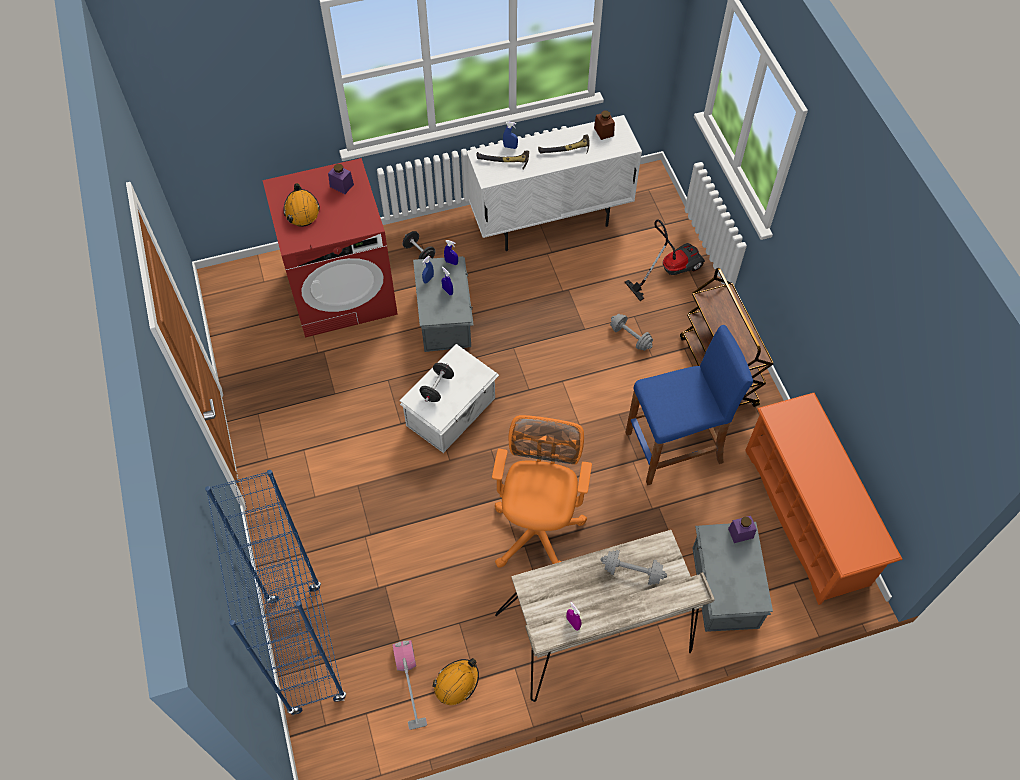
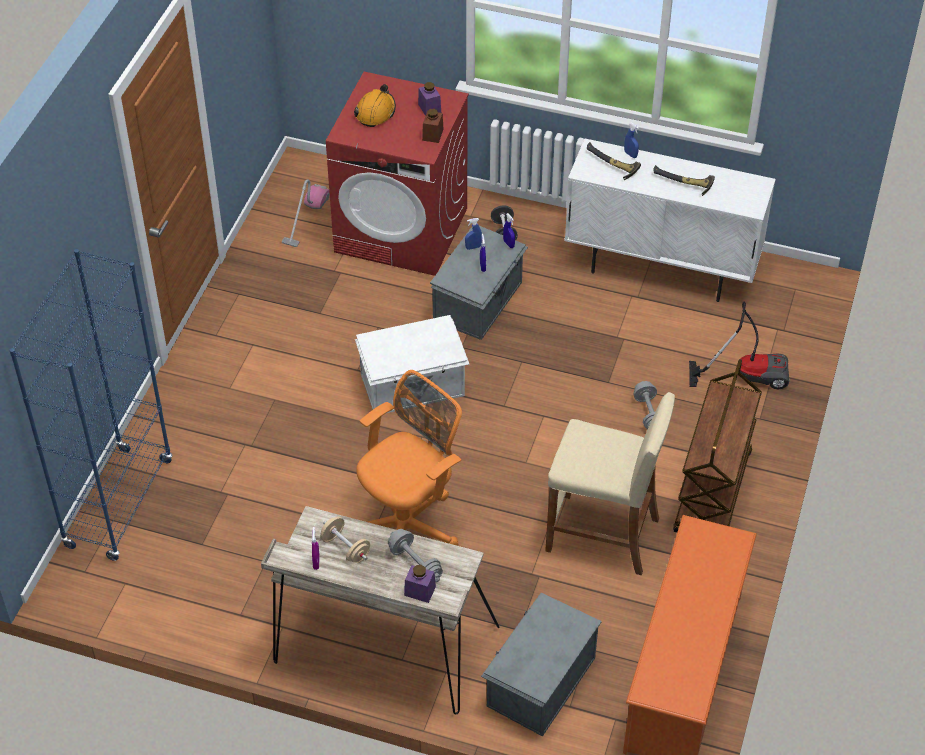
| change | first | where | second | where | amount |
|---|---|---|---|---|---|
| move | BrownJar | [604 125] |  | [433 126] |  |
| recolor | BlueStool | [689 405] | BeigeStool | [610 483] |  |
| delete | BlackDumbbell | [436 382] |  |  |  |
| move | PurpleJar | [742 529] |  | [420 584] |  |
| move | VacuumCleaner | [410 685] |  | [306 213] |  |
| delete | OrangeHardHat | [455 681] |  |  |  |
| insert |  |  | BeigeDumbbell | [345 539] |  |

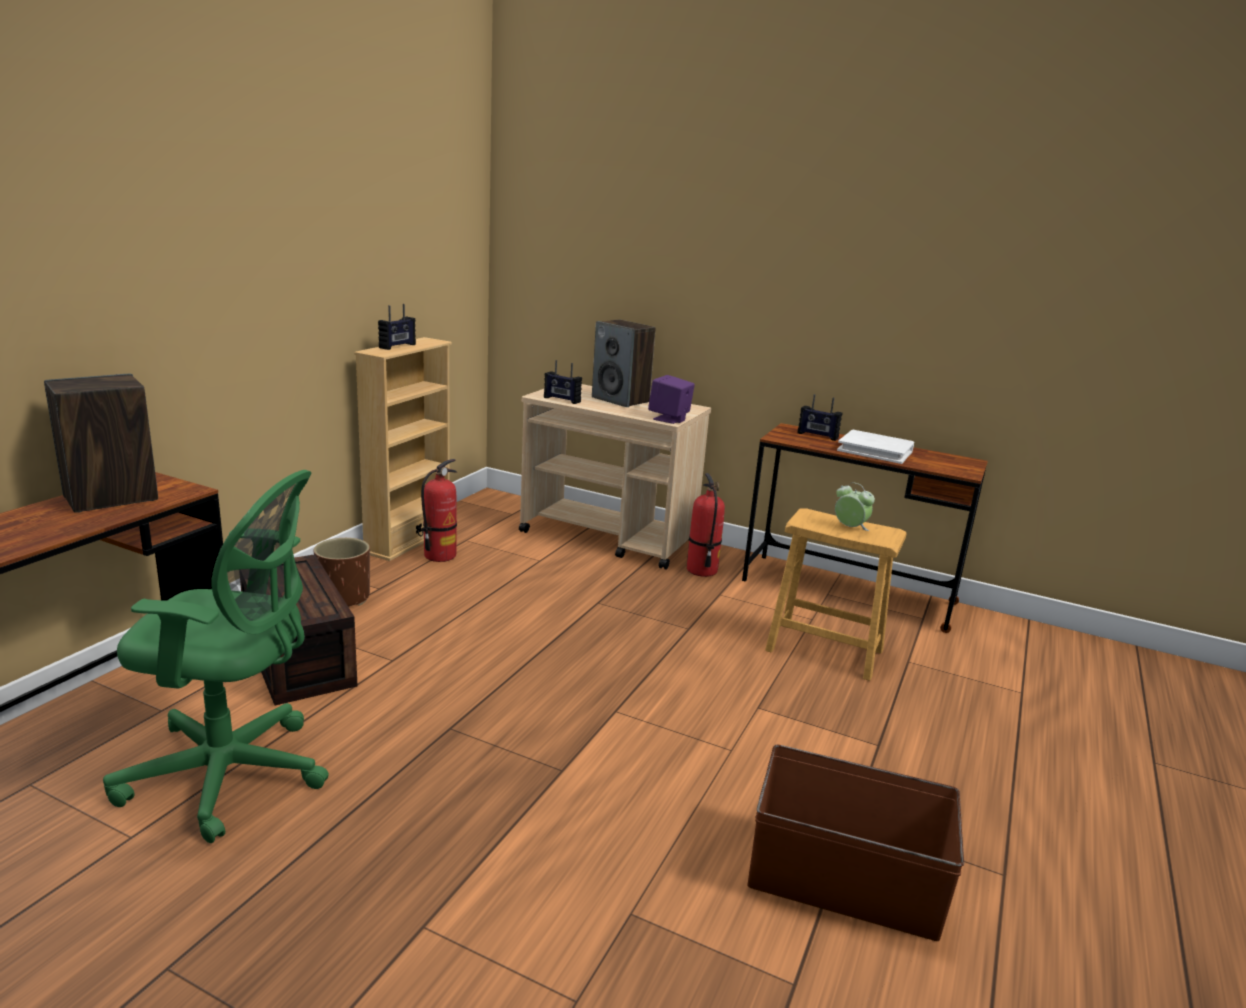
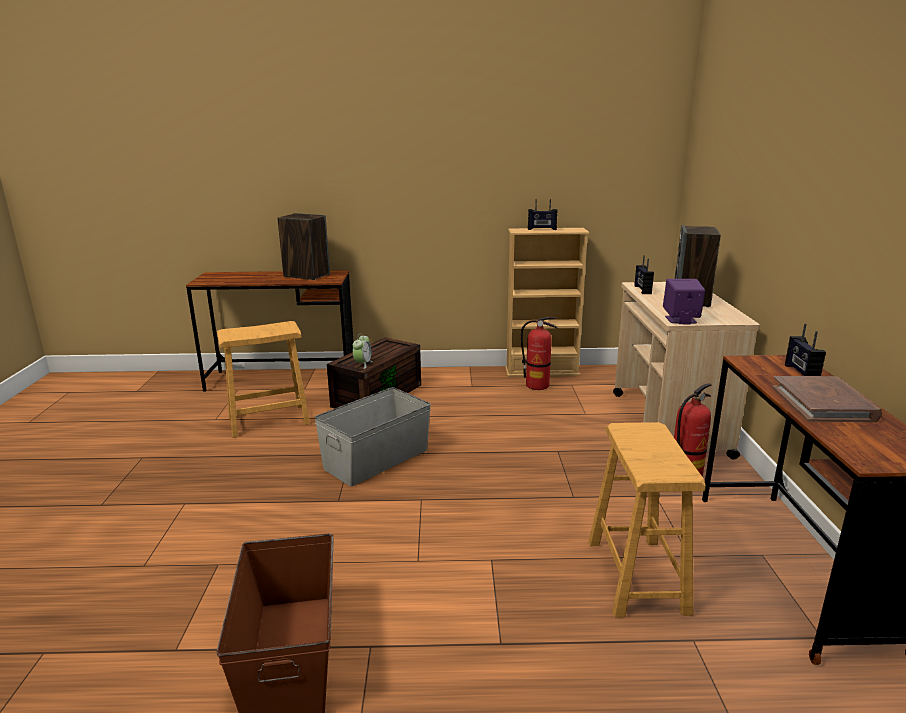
| change | first | where | second | where | amount |
|---|---|---|---|---|---|
| recolor | WhiteBook | [875 447] | BrownBook | [827 399] |  |
| replace | GreenOfficeChair | [216 656] | BrownStool | [263 379] |  |
| move | AlarmClock | [855 506] |  | [362 351] |  |
| delete | BrownPlanter | [342 572] |  |  |  |
| insert |  |  | GreyStorageBox | [372 436] |  |

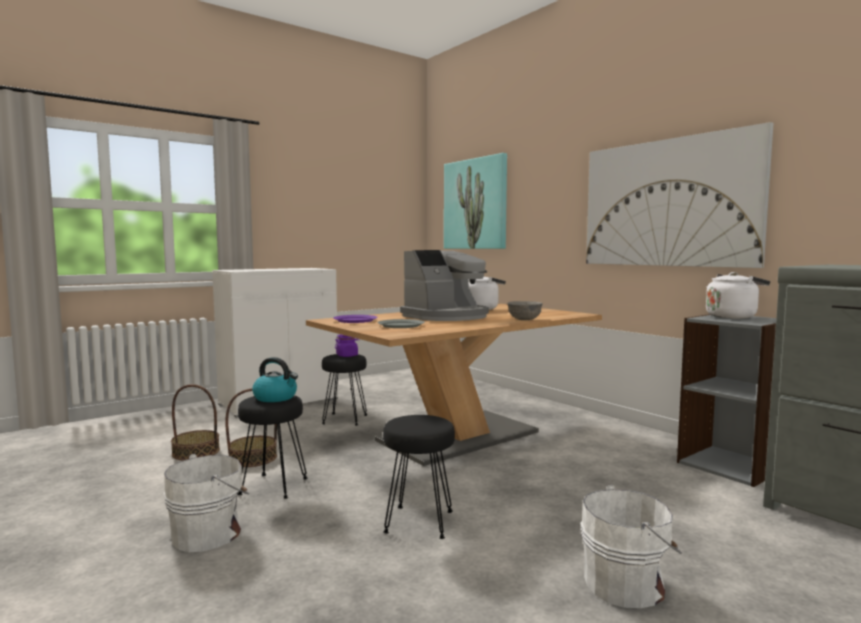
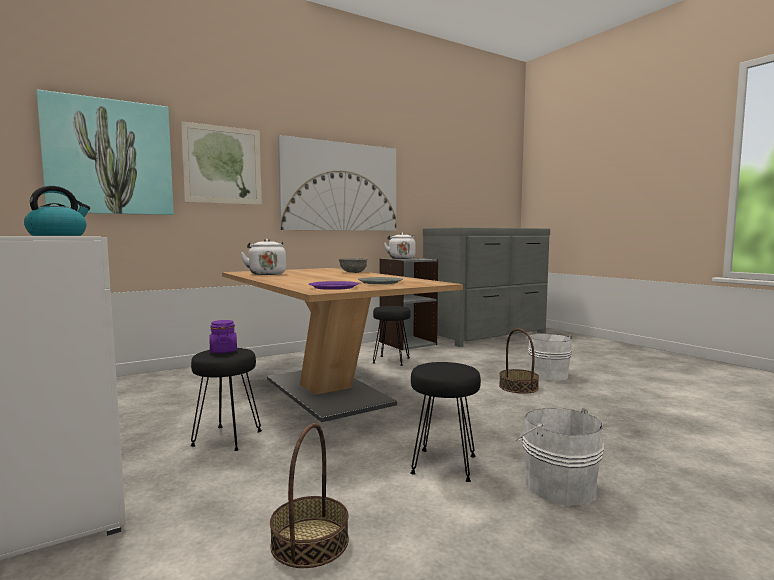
| change | first | where | second | where | amount |
|---|---|---|---|---|---|
| delete | CoffeeMachine | [444 285] |  |  |  |
| move | Kettle | [275 379] |  | [57 211] |  |
| move | Basket | [251 427] |  | [519 361] |  |
| move | BlackStool | [419 477] |  | [392 336] |  |
| insert |  |  | Picture | [221 163] |  |

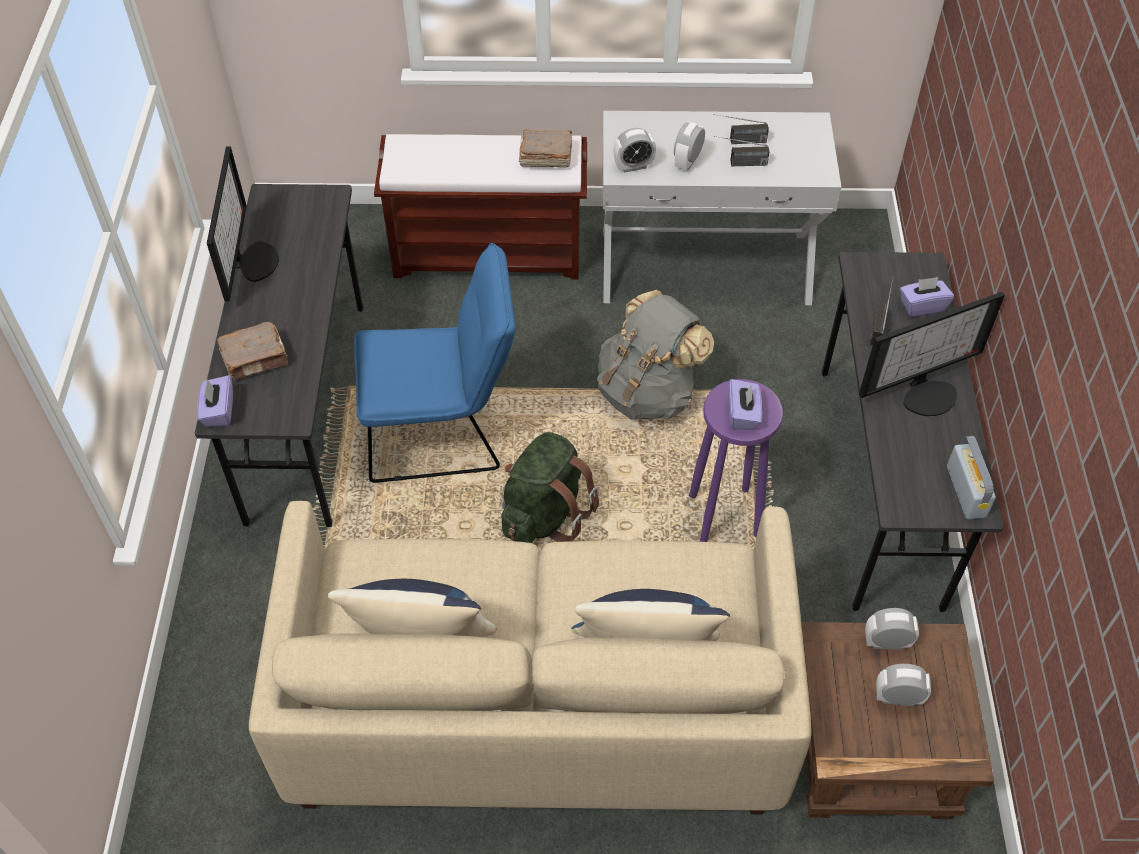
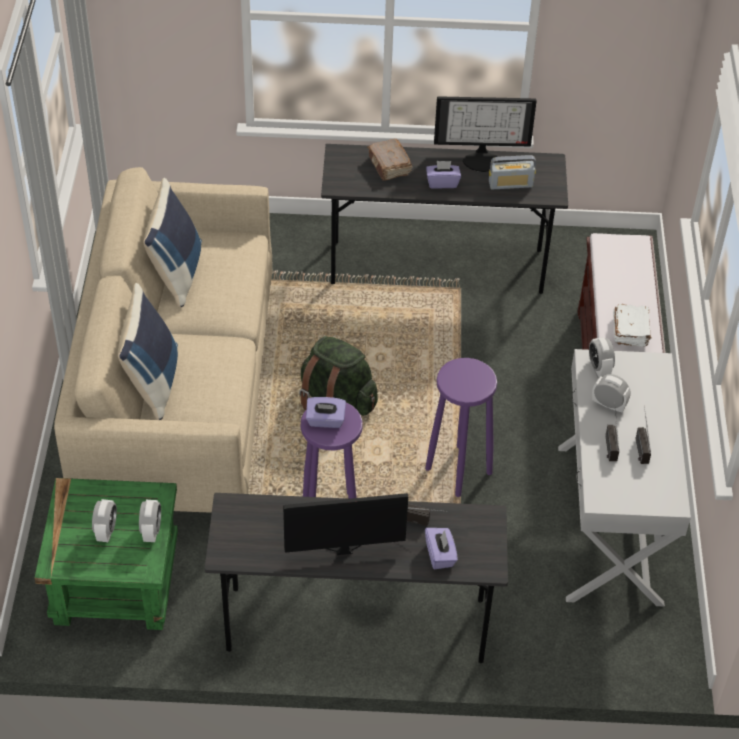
| change | first | where | second | where | amount |
|---|---|---|---|---|---|
| recolor | BrownBook | [545 148] | WhiteBook | [632 325] |  |
| delete | BlueChair | [435 363] |  |  |  |
| replace | GreyBackpack | [655 355] | PurpleStool | [461 427] |  |
| rotate | Monitor | [932 354] |  | [345 524] | 105 degrees clockwise |
| move | PurpleTissueBox | [215 401] |  | [443 175] |  |
| move | Radio | [971 477] |  | [512 172] |  |
| recolor | BrownSideTable | [897 720] | GreenSideTable | [106 554] |  |

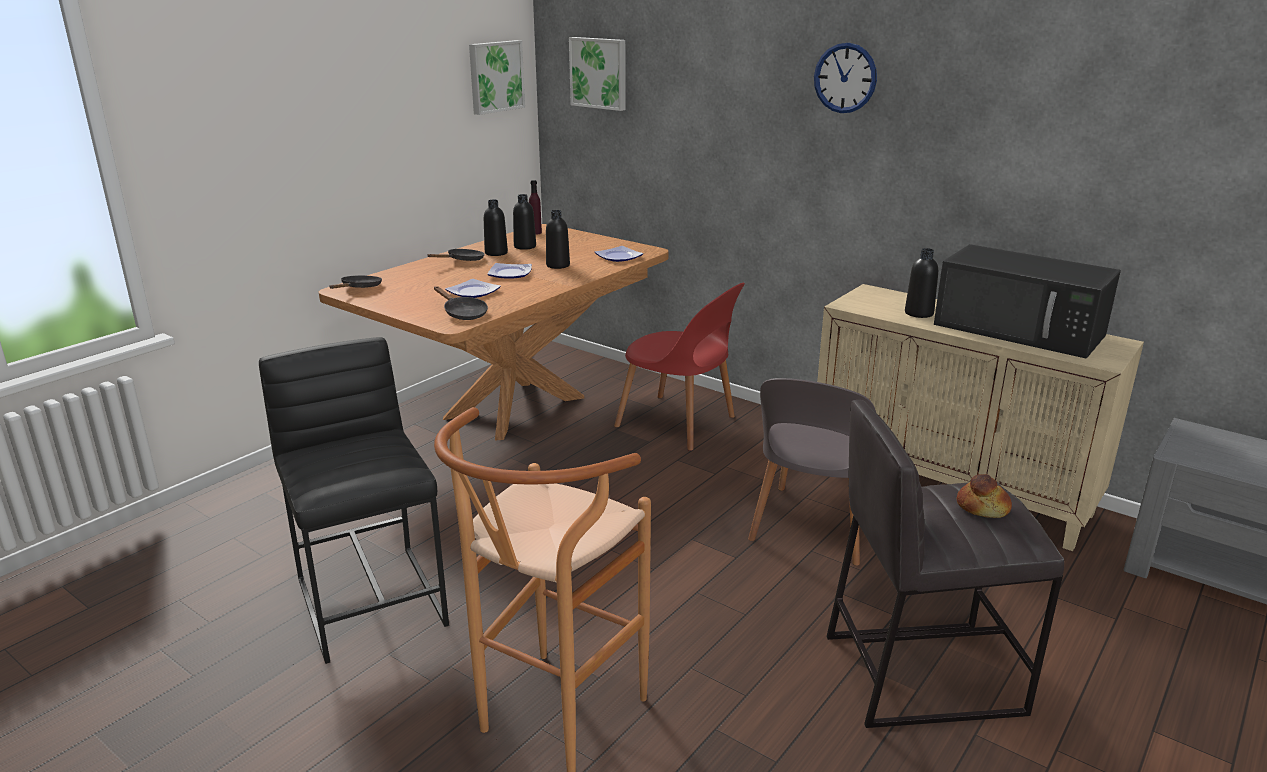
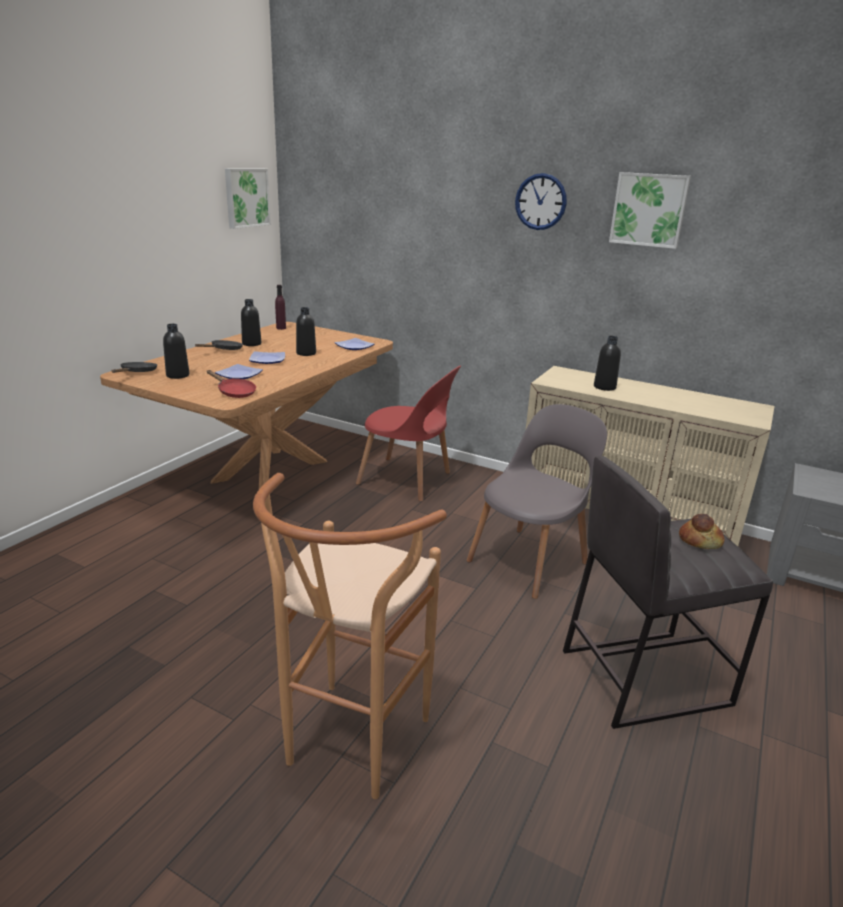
| change | first | where | second | where | amount |
|---|---|---|---|---|---|
| move | Picture | [597 74] |  | [650 210] |  |
| move | BlackBottle | [524 222] |  | [176 351] |  |
| delete | BlackMicrowave | [1027 301] |  |  |  |
| recolor | BlackFryingPan | [461 303] | RedFryingPan | [231 384] |  |
| delete | BlackStool | [354 500] |  |  |  |
| rotate | GreyChair | [812 472] |  | [536 501] | 150 degrees counterclockwise |

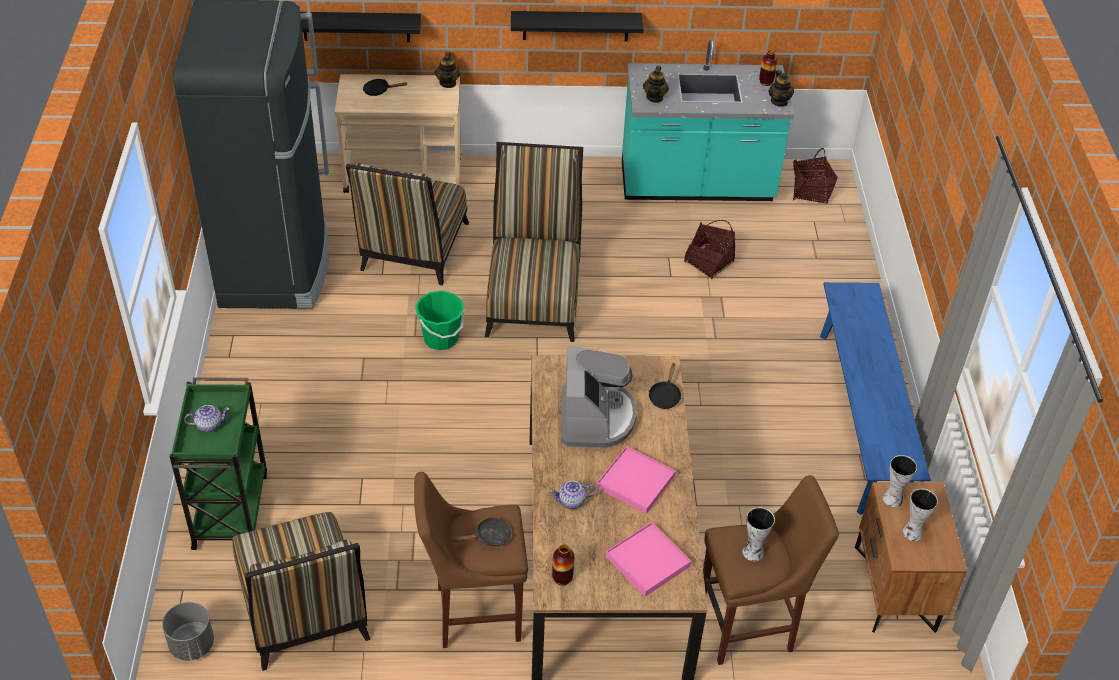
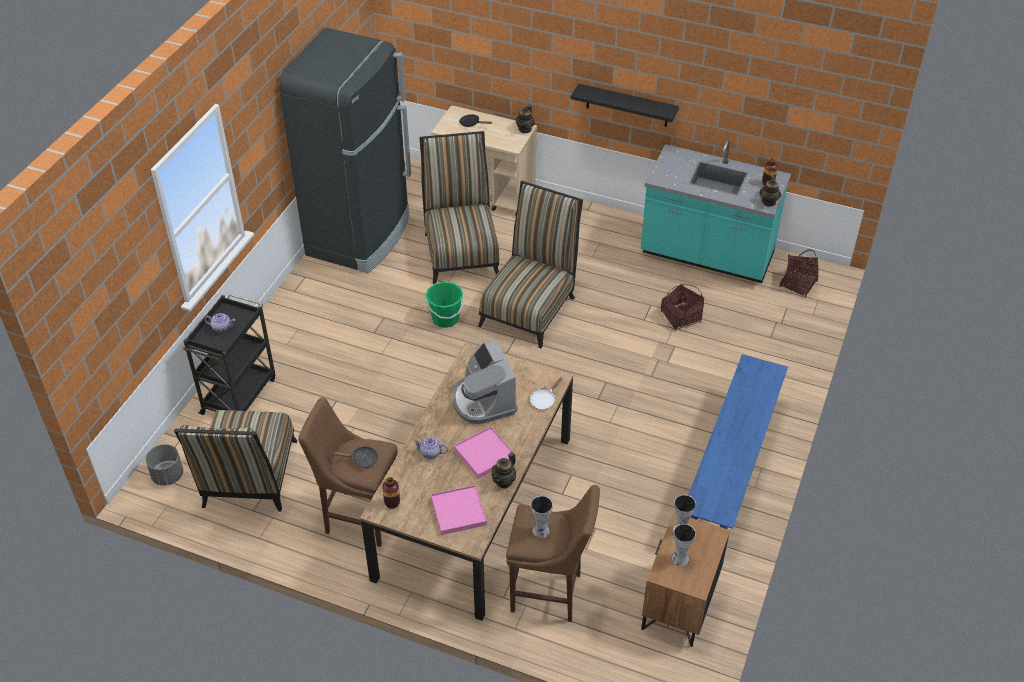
| change | first | where | second | where | amount |
|---|---|---|---|---|---|
| delete | BlackShelf | [360 27] |  |  |  |
| move | Teapot | [656 84] |  | [504 470] |  |
| rotate | Chair | [407 224] |  | [459 207] | 135 degrees clockwise |
| rotate | CoffeeMachine | [599 396] |  | [485 382] | 135 degrees clockwise |
| recolor | BlackFryingPan | [665 386] | WhiteFryingPan | [546 393] |  |
| recolor | GreenCart | [218 463] | BlackCart | [229 354] |  |

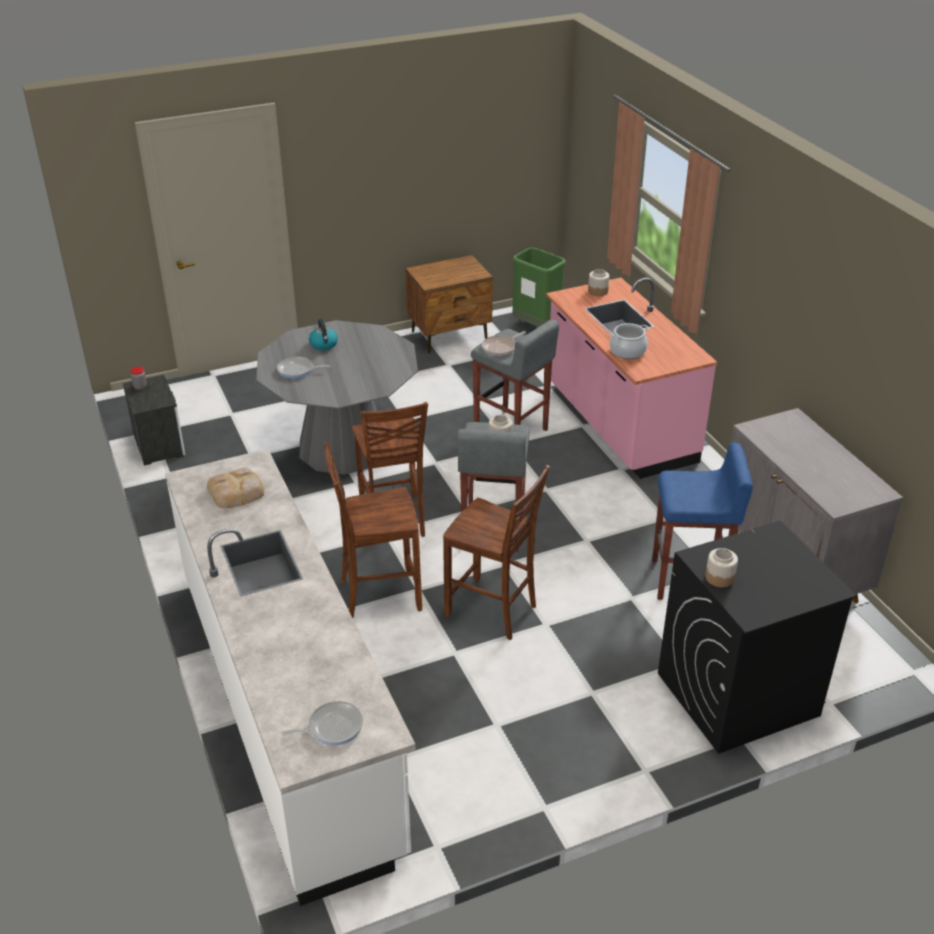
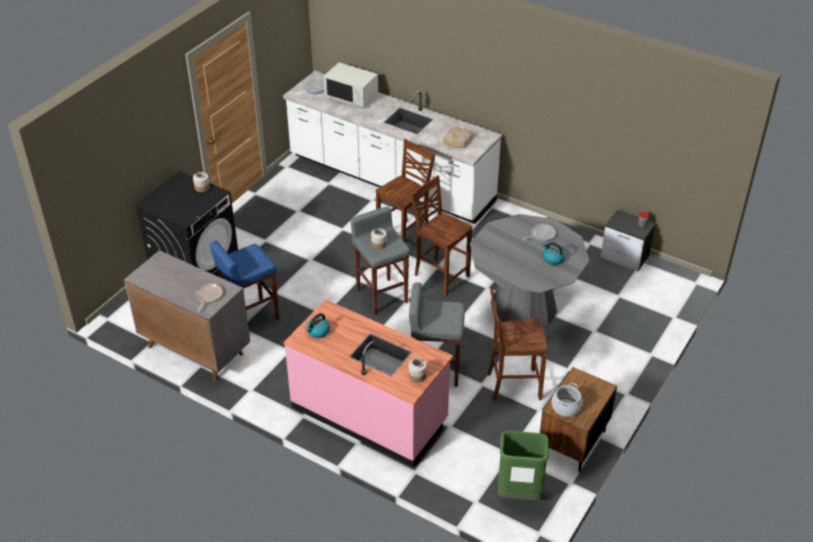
| change | first | where | second | where | amount |
|---|---|---|---|---|---|
| move | CookingPot | [629 341] |  | [567 400] |  |
| move | FryingPan | [504 343] |  | [209 297] |  |
| move | BrownChair | [496 552] |  | [517 344] |  |
| insert |  |  | WhiteMicrowave | [351 85] |  |
| insert |  |  | Kettle | [318 325] |  |

